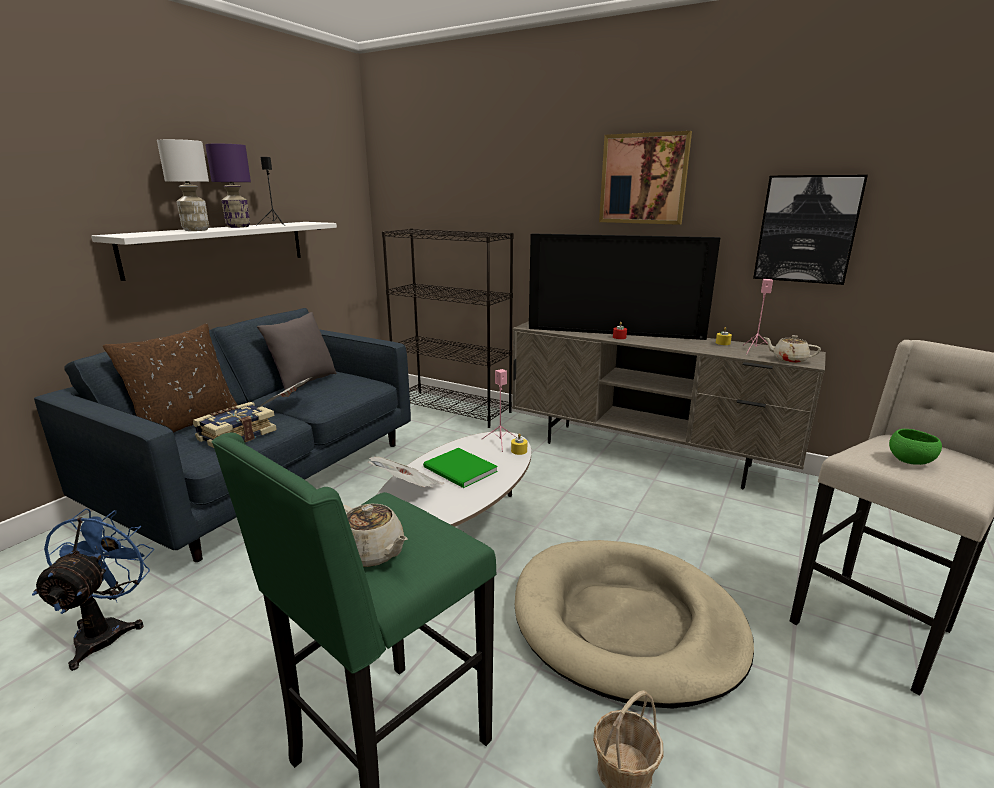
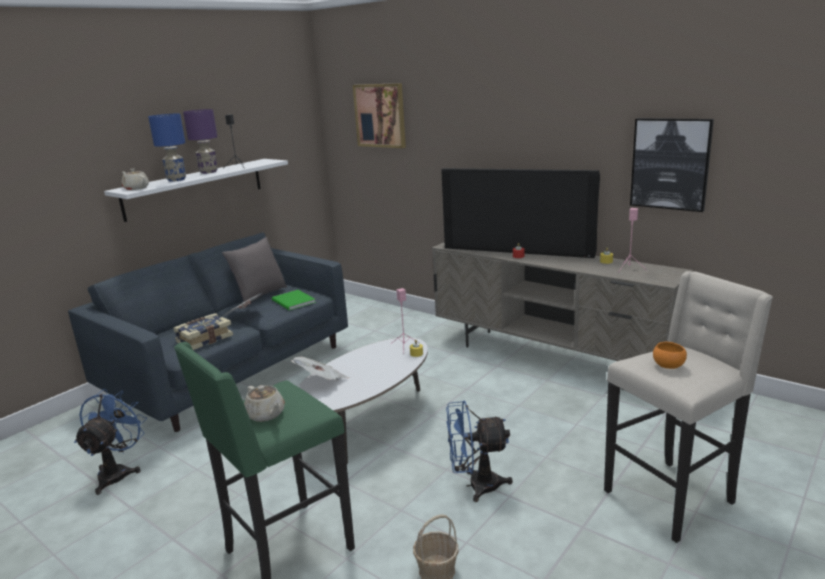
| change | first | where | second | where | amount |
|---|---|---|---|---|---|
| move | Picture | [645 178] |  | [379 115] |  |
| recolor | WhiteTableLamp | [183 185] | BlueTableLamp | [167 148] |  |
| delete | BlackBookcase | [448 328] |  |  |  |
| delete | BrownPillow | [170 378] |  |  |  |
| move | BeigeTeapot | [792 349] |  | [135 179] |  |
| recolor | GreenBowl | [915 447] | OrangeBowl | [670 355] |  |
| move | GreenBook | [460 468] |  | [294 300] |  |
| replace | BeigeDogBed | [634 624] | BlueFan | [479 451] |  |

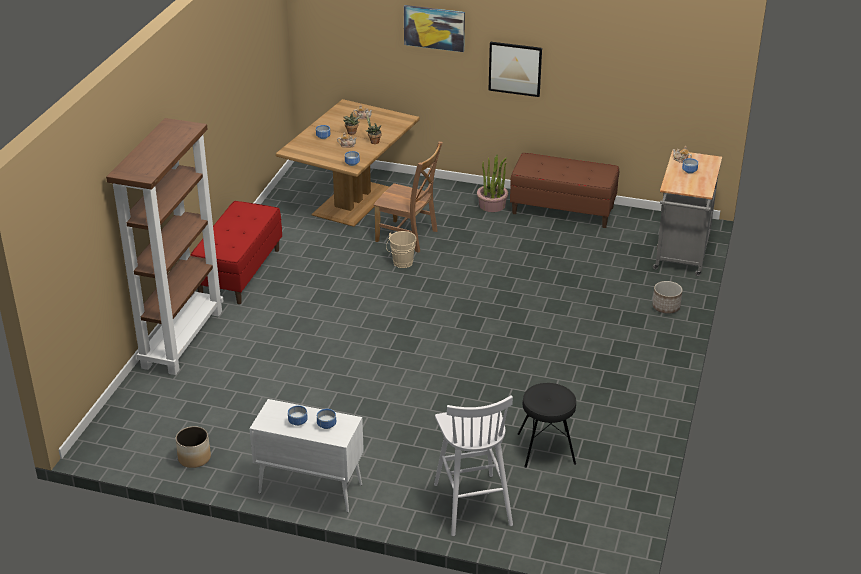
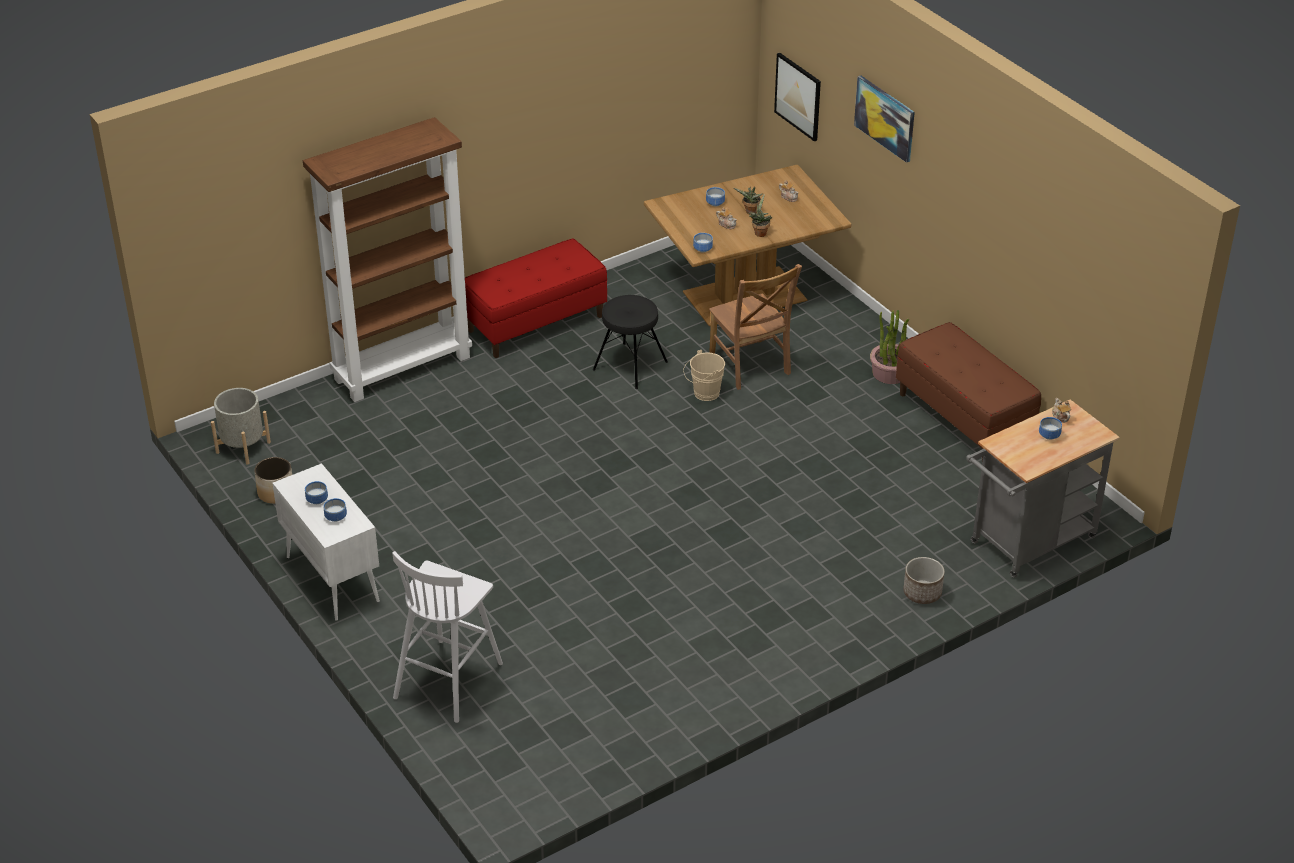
| change | first | where | second | where | amount |
|---|---|---|---|---|---|
| move | Picture | [515 69] |  | [797 97] |  |
| move | BlackStool | [547 425] |  | [630 342] |  |
| insert |  |  | GreyPlanter | [241 426] |  |

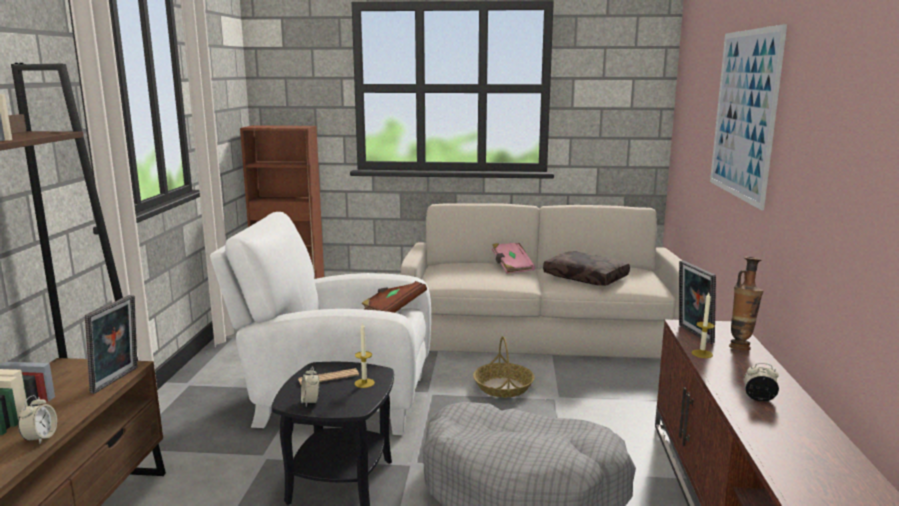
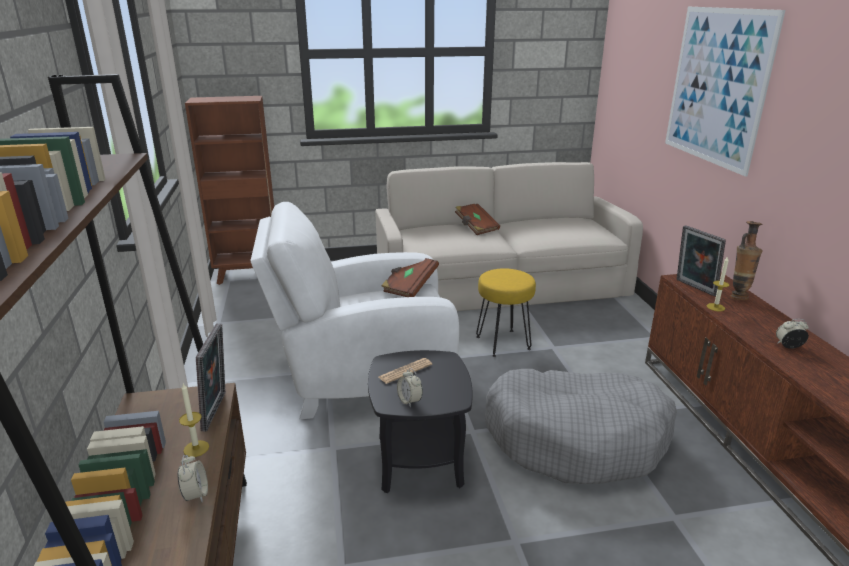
| change | first | where | second | where | amount |
|---|---|---|---|---|---|
| recolor | PinkBook | [513 258] | BrownBook | [477 219] |  |
| delete | BrownPillow | [586 268] |  |  |  |
| move | Candle | [364 355] |  | [194 420] |  |
| replace | Basket | [504 367] | YellowStool | [506 312] |  |

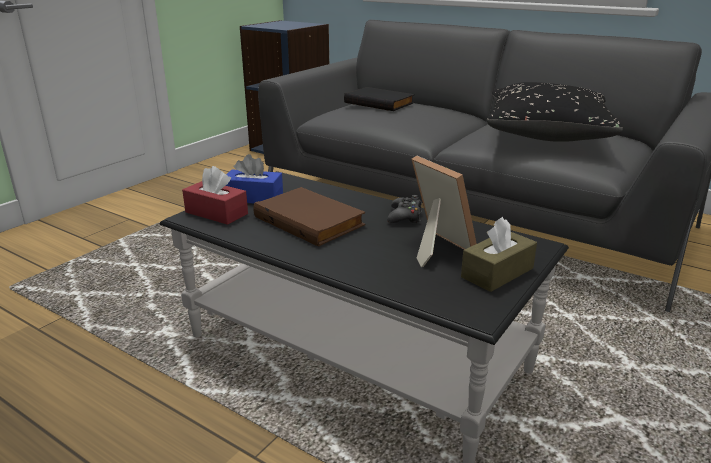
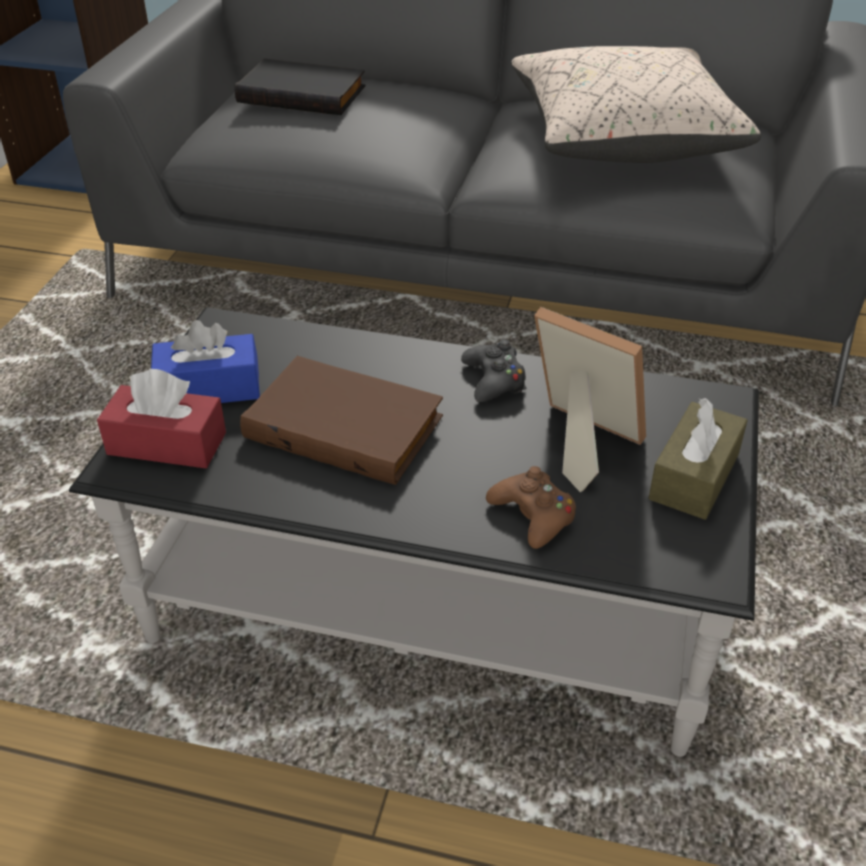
| change | first | where | second | where | amount |
|---|---|---|---|---|---|
| recolor | BlackPillow | [555 112] | BeigePillow | [636 104] |  |
| insert |  |  | BrownGameController | [531 507] |  |

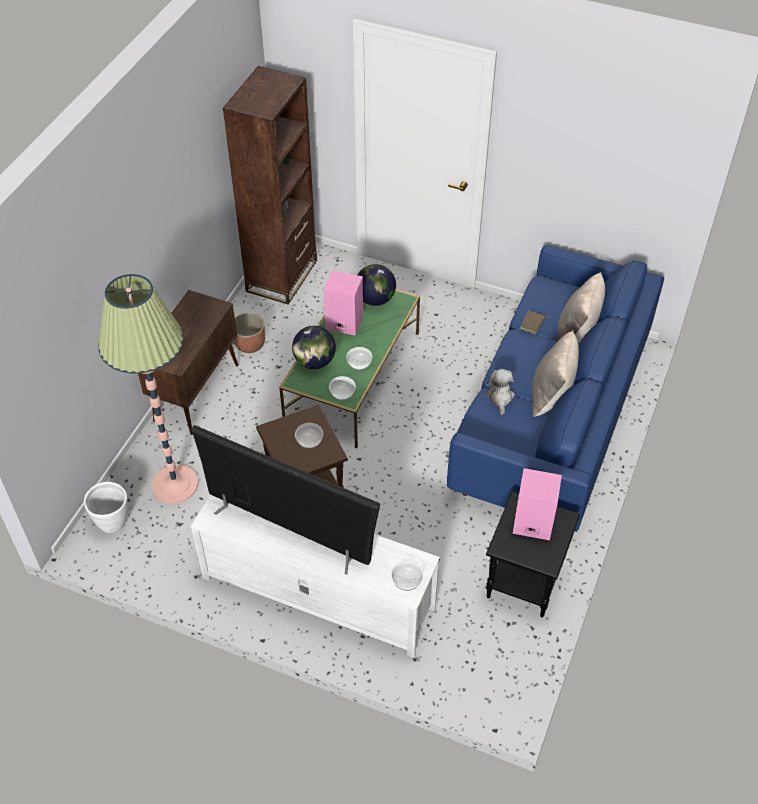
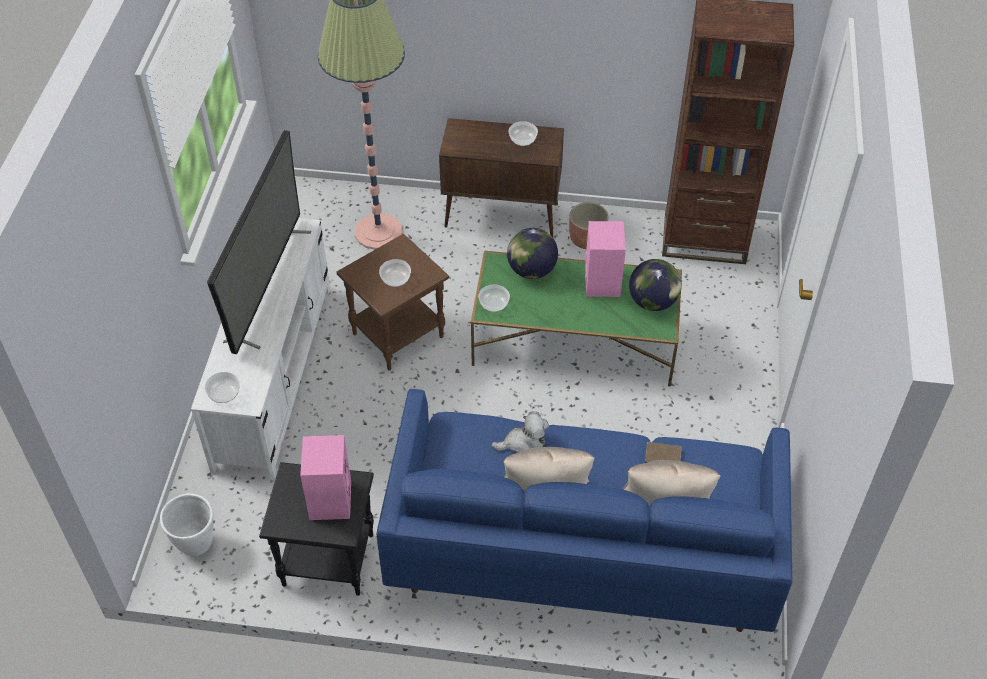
| change | first | where | second | where | amount |
|---|---|---|---|---|---|
| move | Bowl | [359 358] |  | [523 133] |  |
| move | WhitePlanter | [106 507] |  | [186 524] |  |

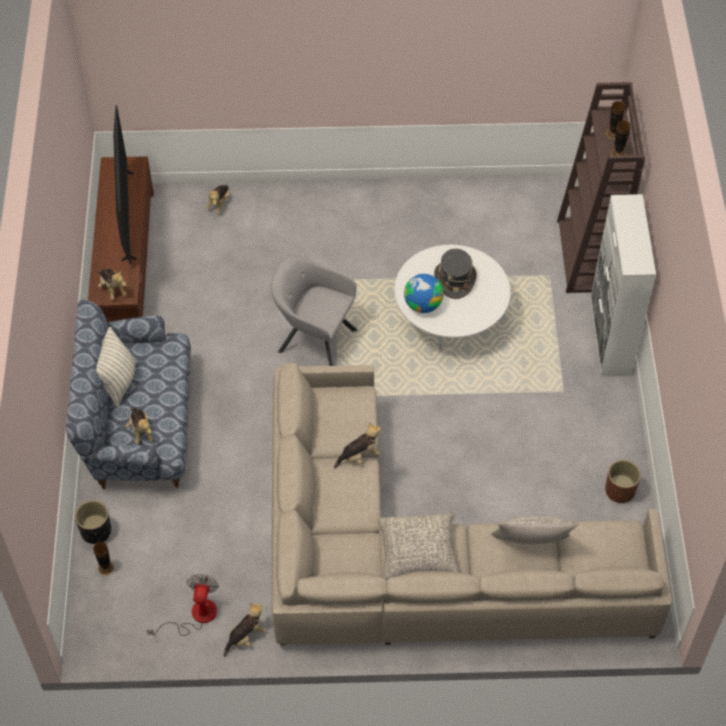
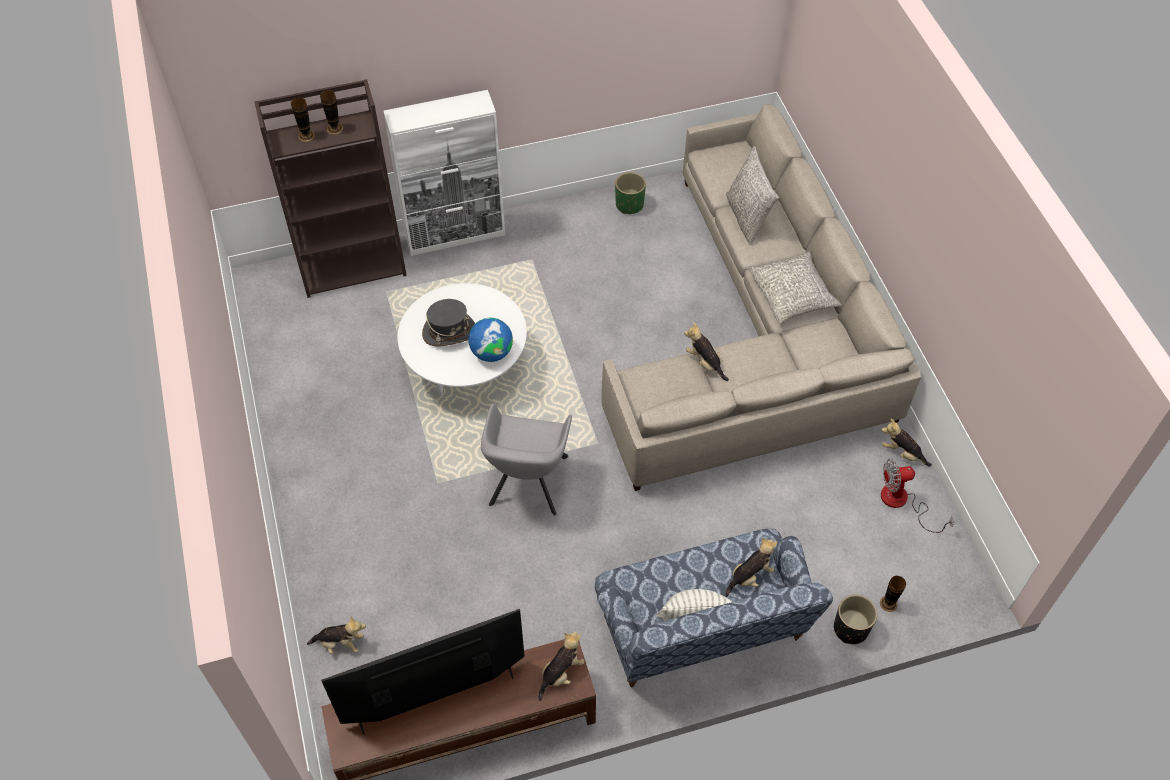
| change | first | where | second | where | amount |
|---|---|---|---|---|---|
| recolor | BrownPlanter | [623 481] | GreenPlanter | [630 193] |  |

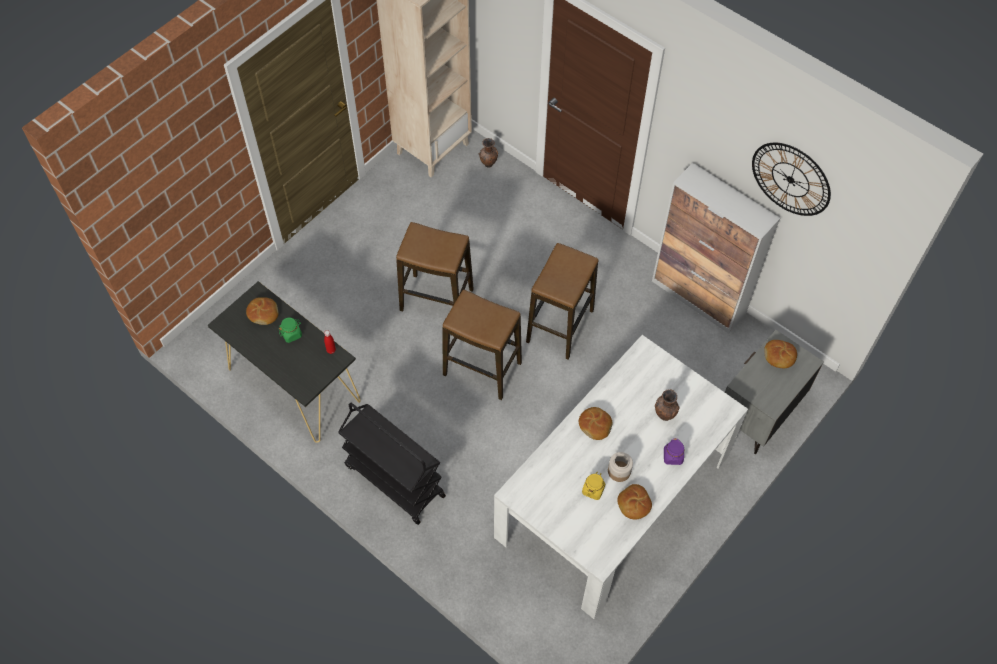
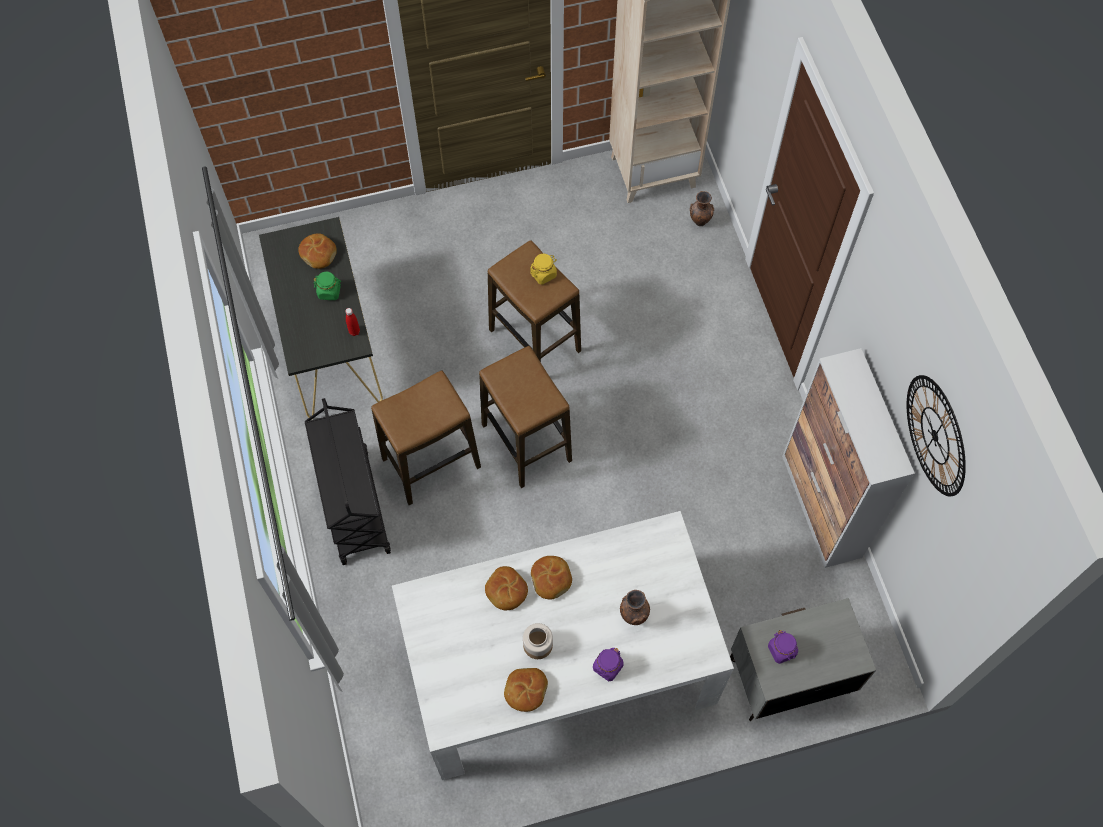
| change | first | where | second | where | amount |
|---|---|---|---|---|---|
| move | Stool | [562 301] |  | [426 437] |  |
| move | Bread | [780 354] |  | [506 588] |  |
| move | YellowJar | [593 486] |  | [543 269] |  |
| insert |  |  | PurpleJar | [783 647] |  |

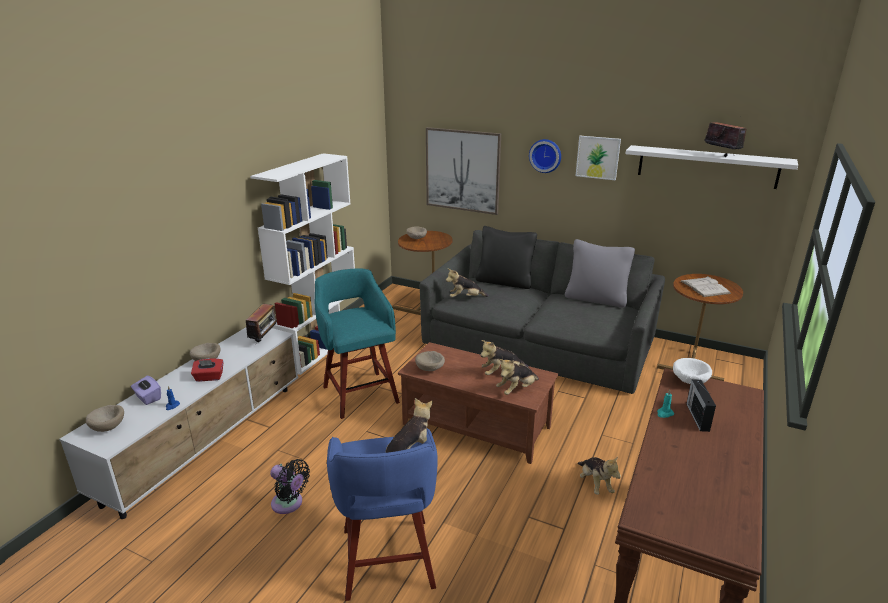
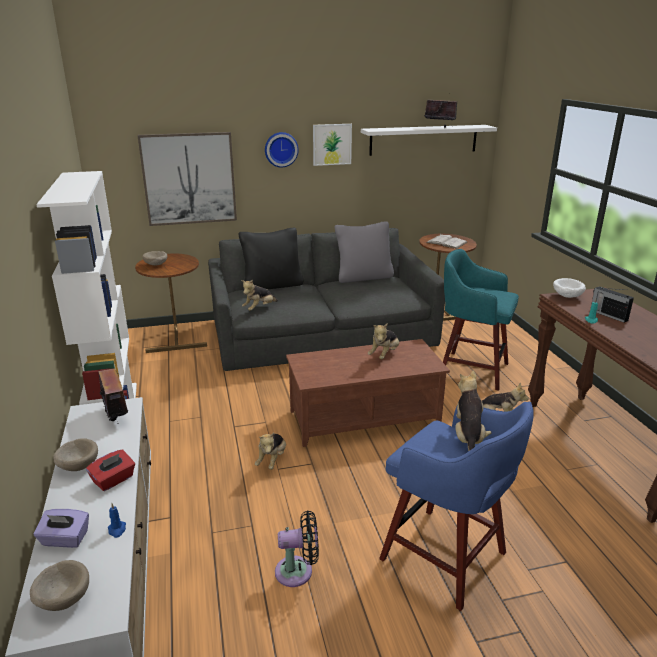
| change | first | where | second | where | amount |
|---|---|---|---|---|---|
| move | TurquoiseStool | [357 343] |  | [481 320] |  |
| delete | BeigeBowl | [430 361] |  |  |  |
| move | PlushToy | [517 377] |  | [270 451] |  |

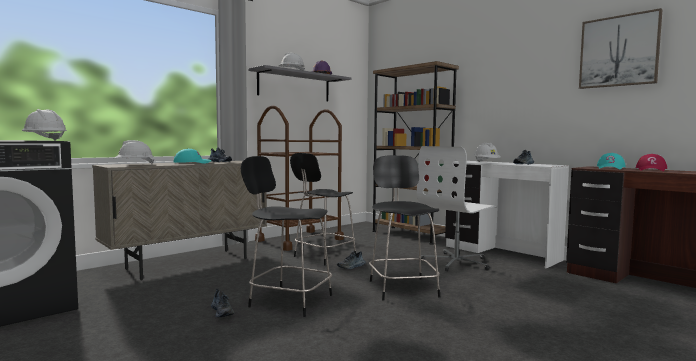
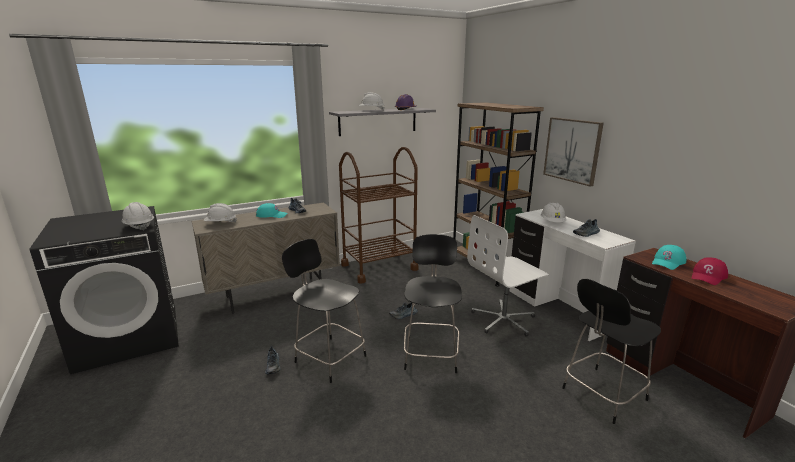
| change | first | where | second | where | amount |
|---|---|---|---|---|---|
| move | Picture | [621 48] |  | [573 152] |  |
| move | BlackStool | [323 209] |  | [611 351] |  |

